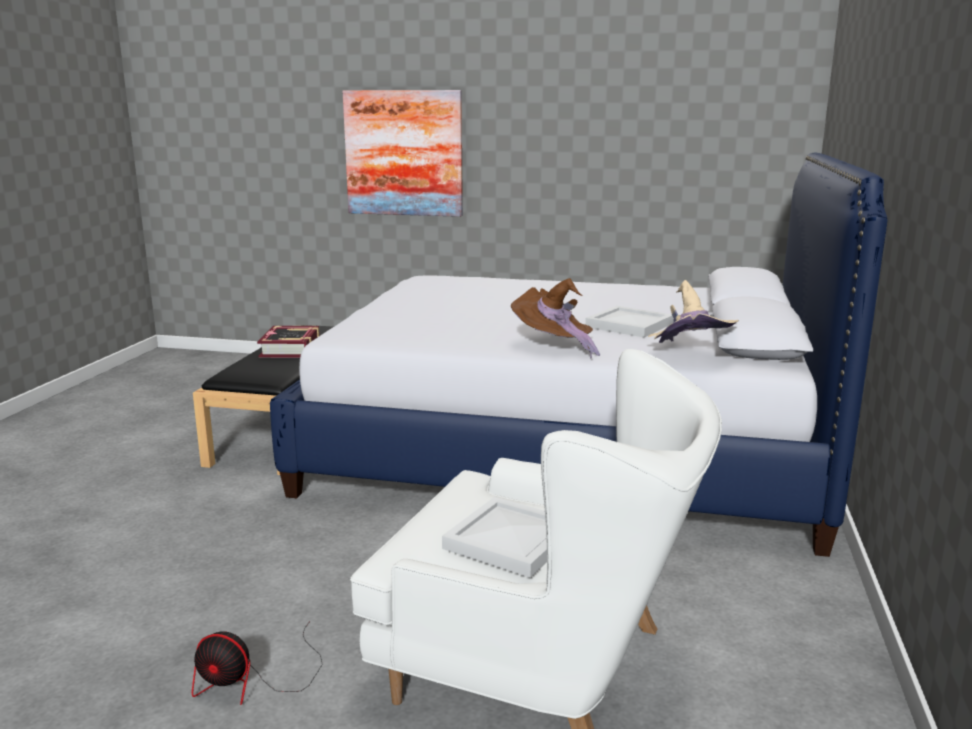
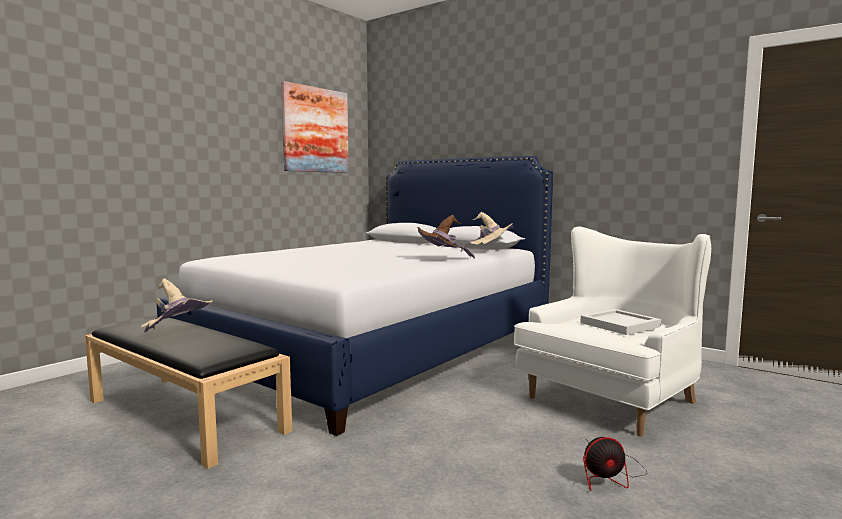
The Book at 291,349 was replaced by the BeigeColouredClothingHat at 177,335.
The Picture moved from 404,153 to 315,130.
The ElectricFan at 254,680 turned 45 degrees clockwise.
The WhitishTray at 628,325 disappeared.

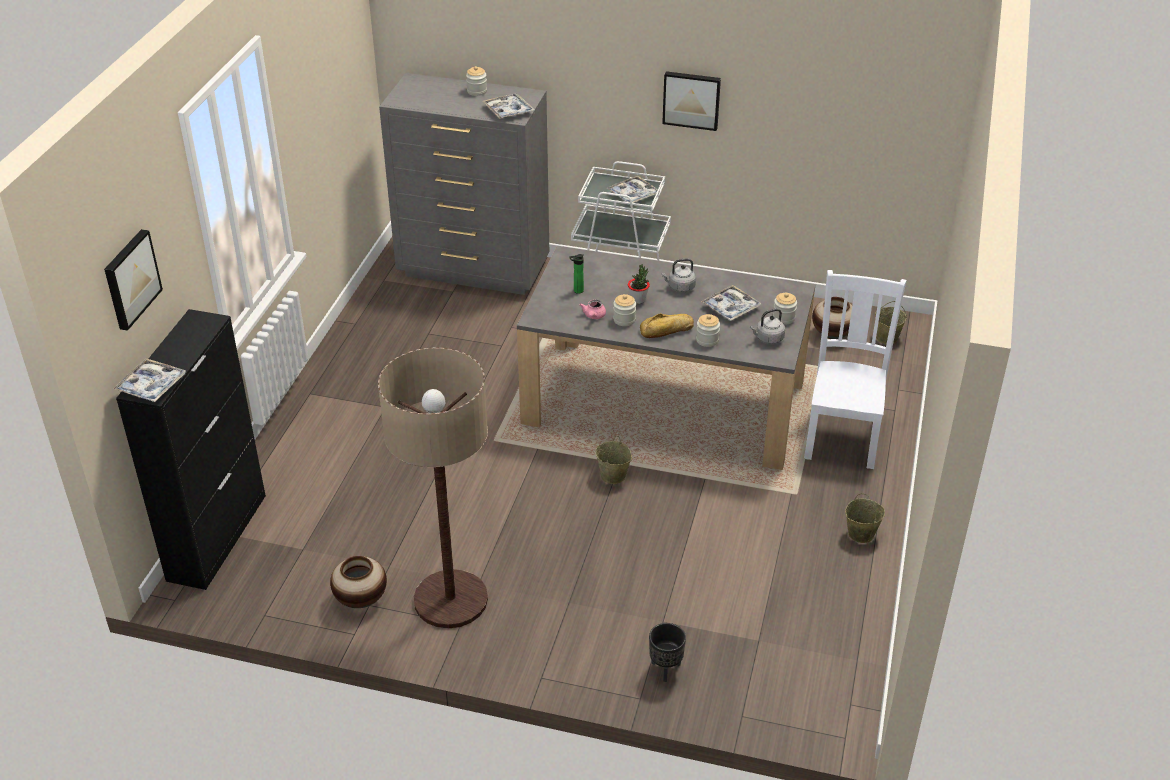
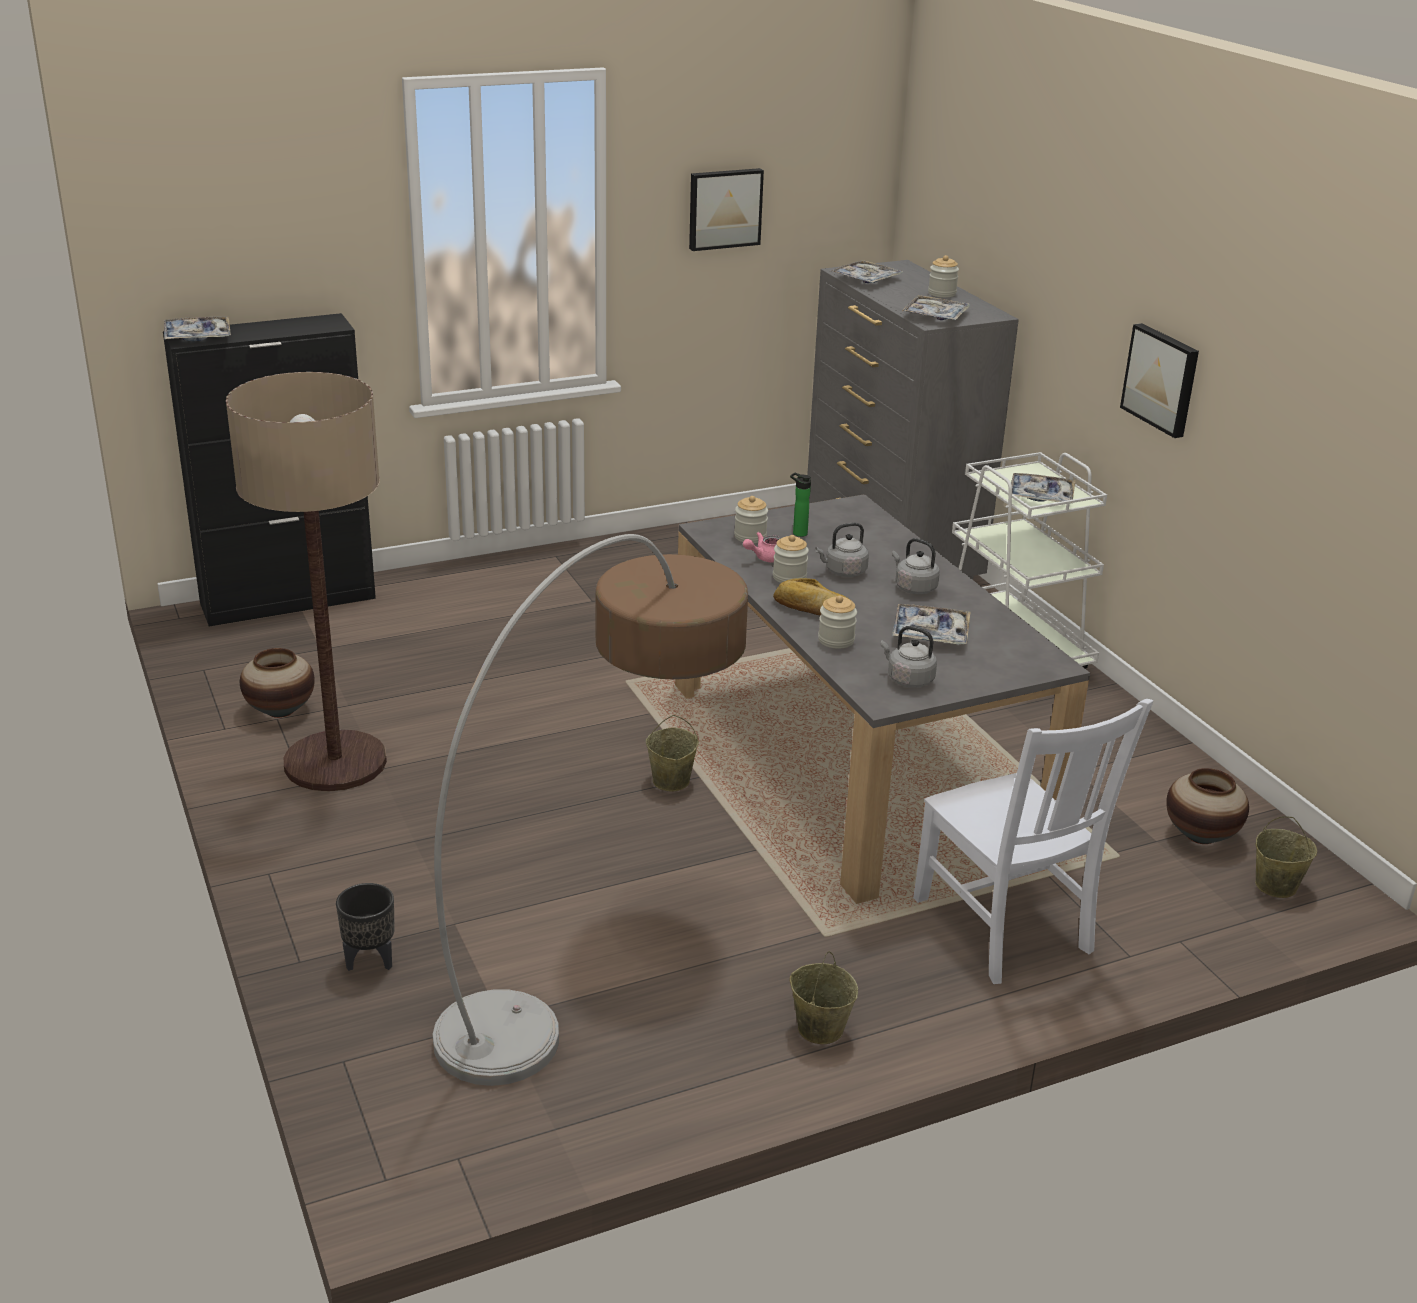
The StandardLamp at 600,950 appeared.
The Picture moved from 130,279 to 724,208.
The StorageJar moved from 783,318 to 750,537.
The PottedPlant at 638,300 was replaced by the GreyishKettle at 843,572.
The Tray at 866,279 appeared.
The WhitishUprightChair at 843,434 turned 90 degrees clockwise.

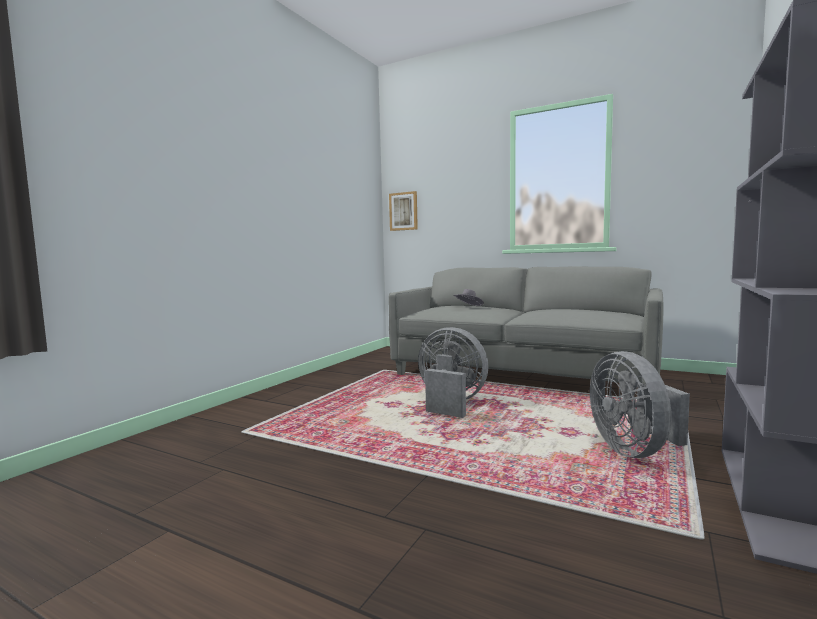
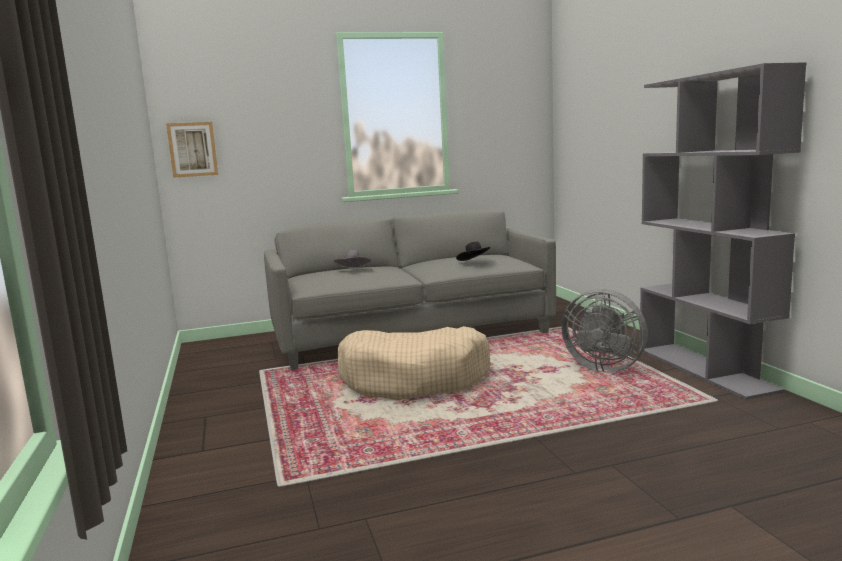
The GreyishElectricFan at 450,403 was replaced by the BeigeColouredDogCushion at 415,379.
The BlackishClothingHat at 474,262 appeared.

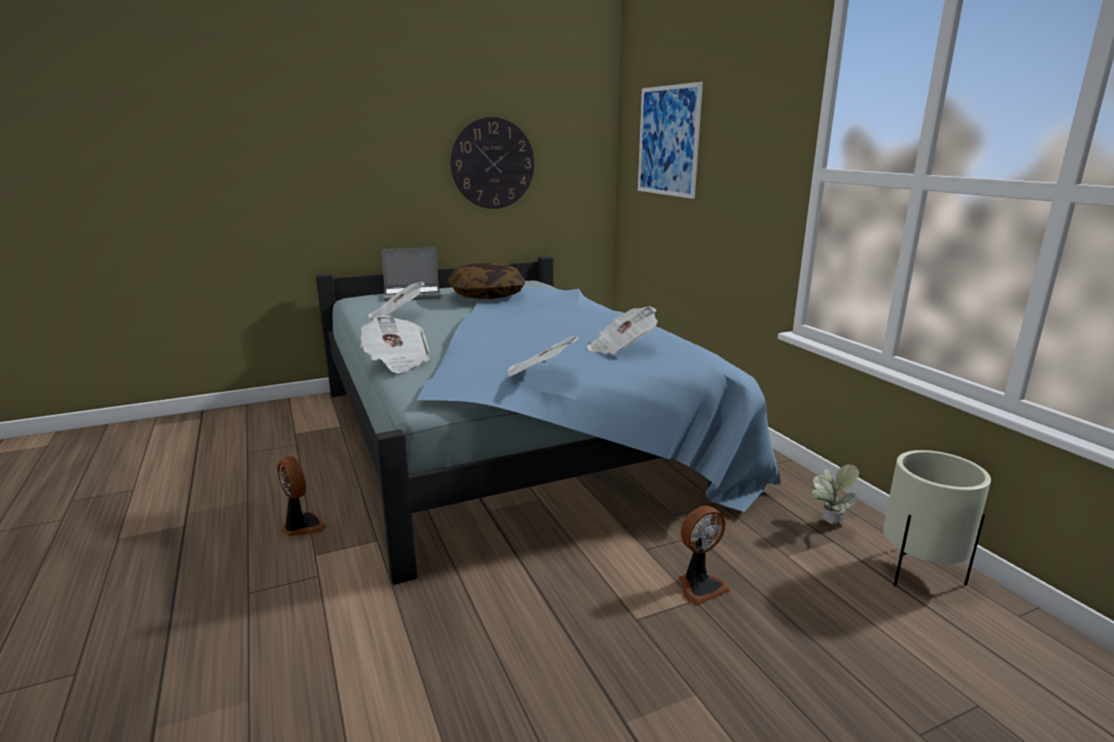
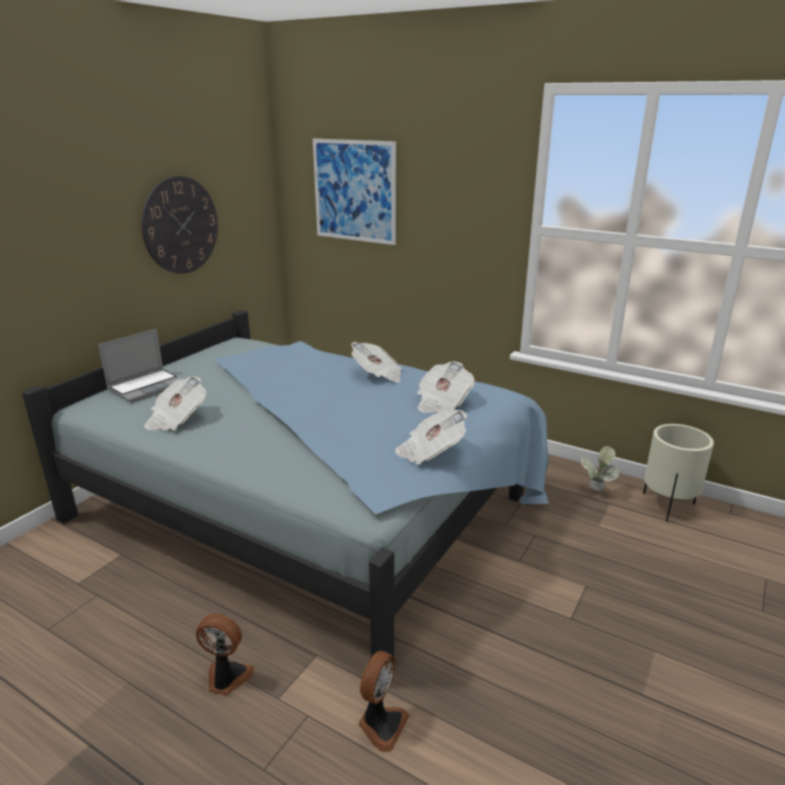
The Newspaper moved from 397,361 to 377,375.
The ElectricFan moved from 699,586 to 381,724.
The Pillow at 486,295 disappeared.

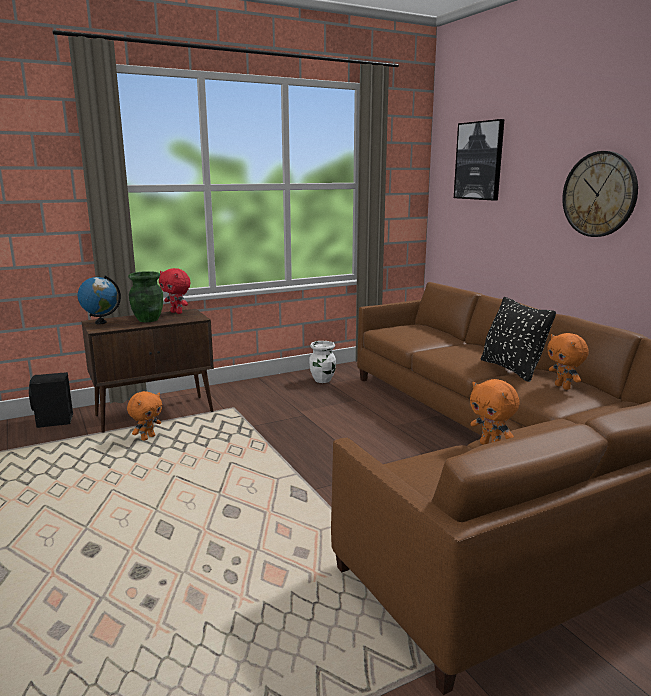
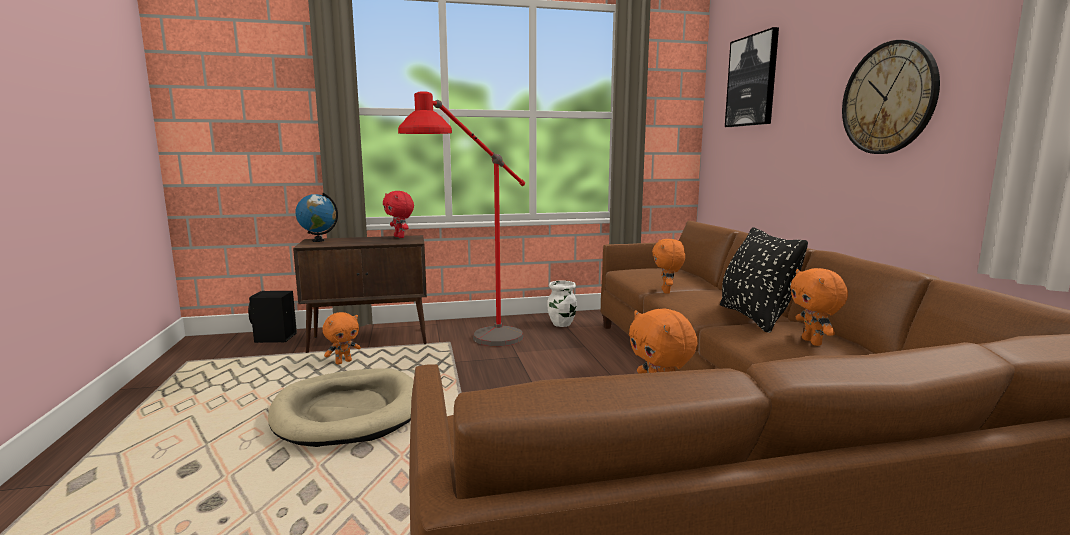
The BeigeColouredDogCushion at 348,412 appeared.
The ReddishStandardLamp at 474,347 appeared.
The OrangeColouredSoftToy at 667,292 appeared.
The GreenishVase at 147,320 disappeared.

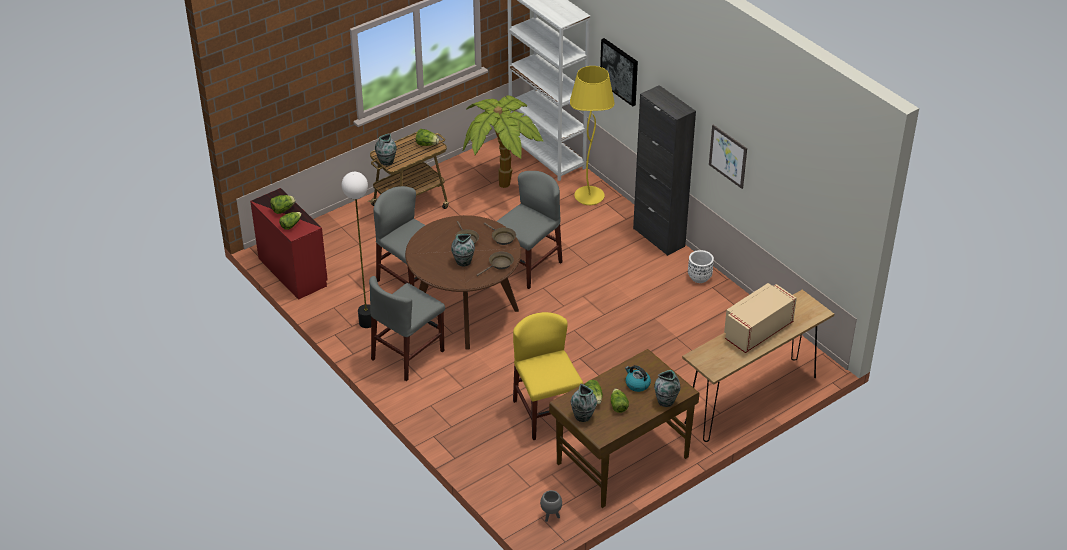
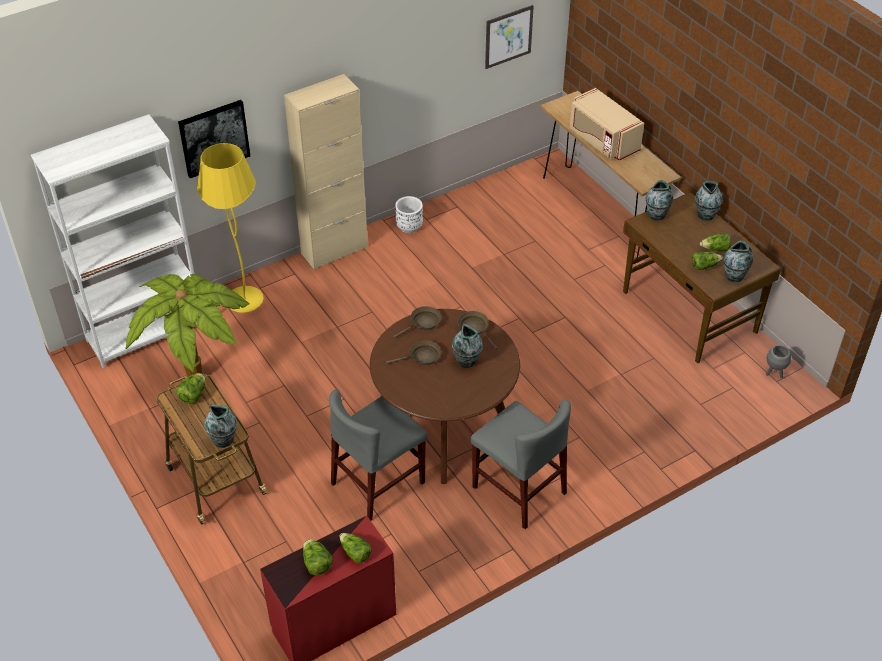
The BlackishCabinet at 659,237 became the BeigeColouredCabinet at 334,250.
The Picture moved from 728,156 to 508,36.
The Vase at 657,215 appeared.
The StandardLamp at 366,322 disappeared.
The GreyishUprightChair at 528,266 disappeared.
The YellowishUprightChair at 546,414 disappeared.
The Kettle at 637,384 disappeared.

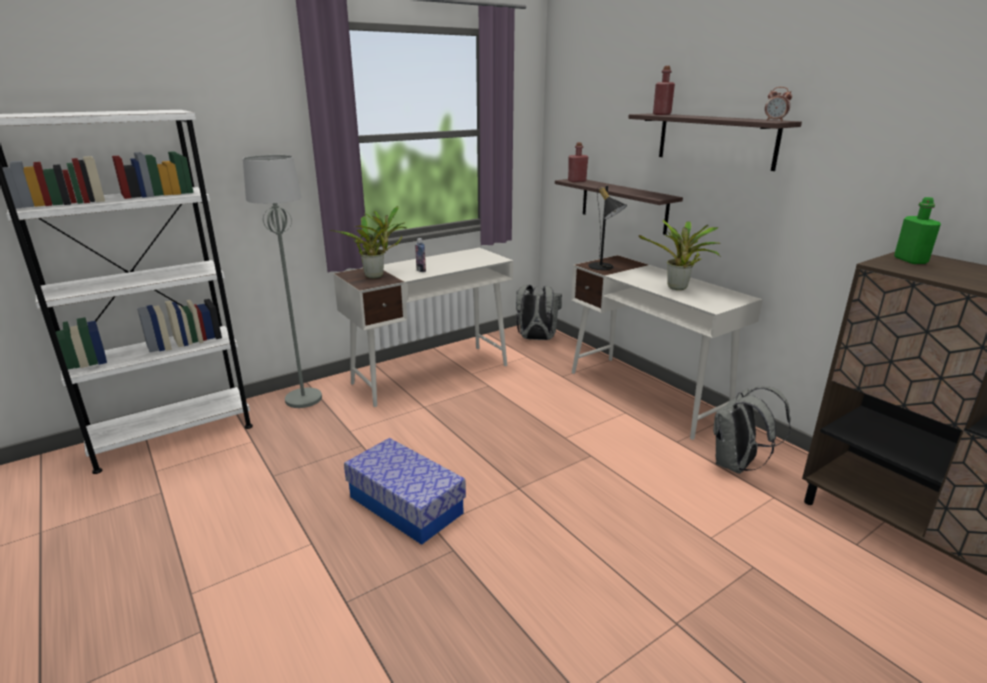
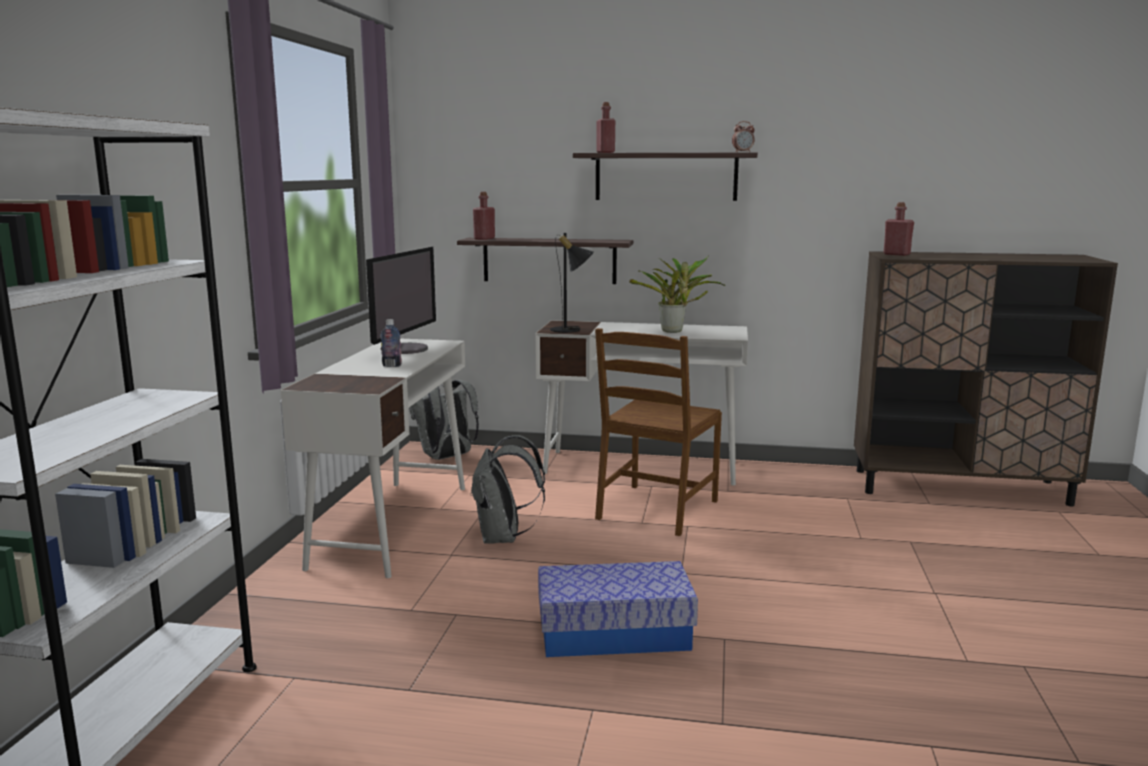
The ComputerDisplay at 404,349 appeared.
The GreyishRucksack moved from 737,465 to 503,538.
The BrownUprightChair at 656,510 appeared.
The GreenishBottle at 910,260 became the ReddishBottle at 896,254.
The GreyishStandardLamp at 303,399 disappeared.
The PottedPlant at 377,276 disappeared.

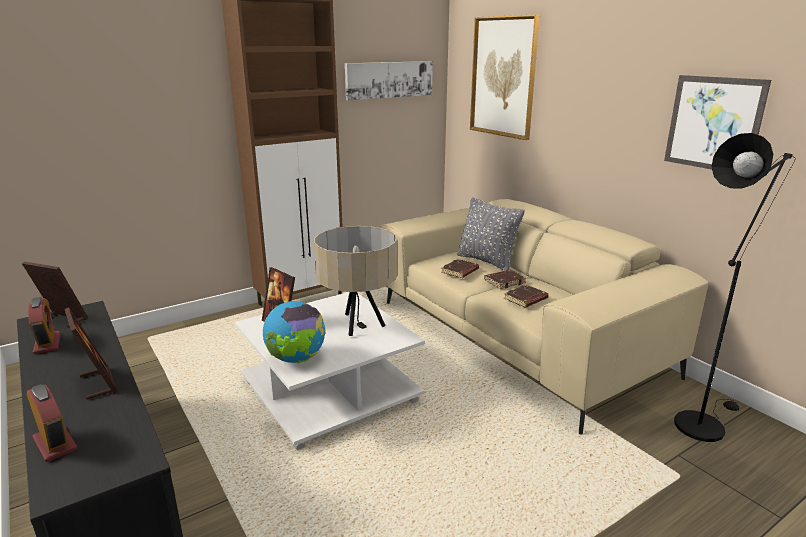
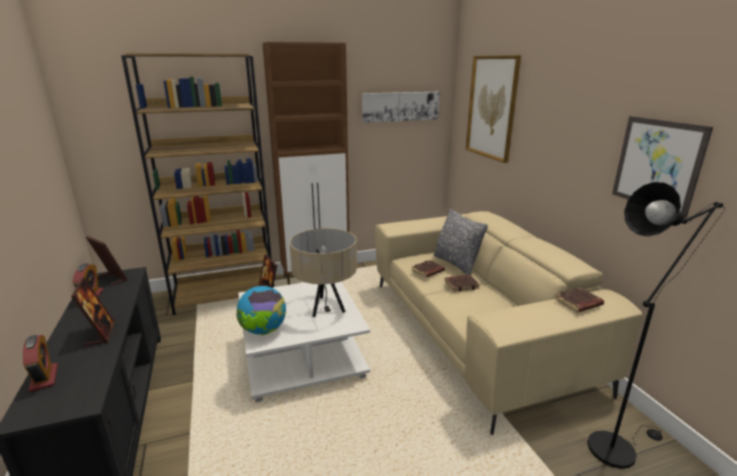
The BrownBookshelf at 225,294 appeared.
The BrownBook moved from 526,299 to 579,303.

